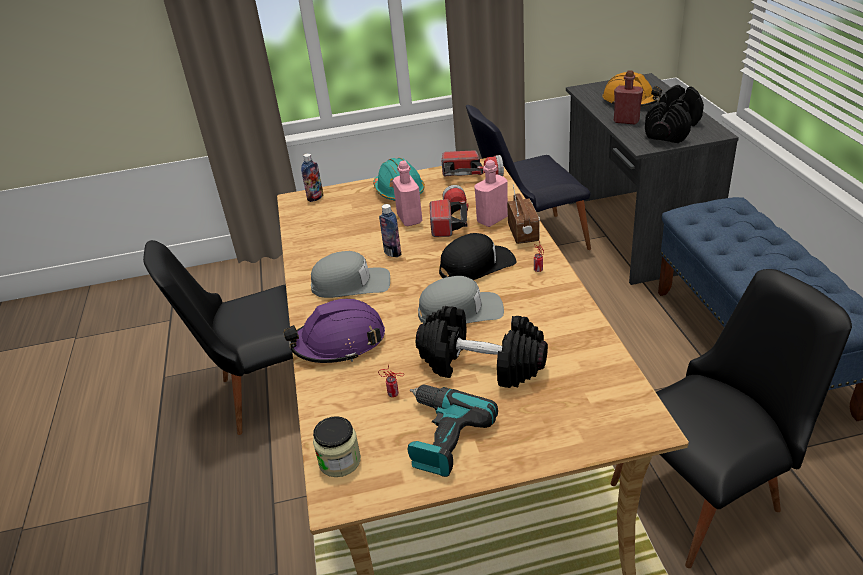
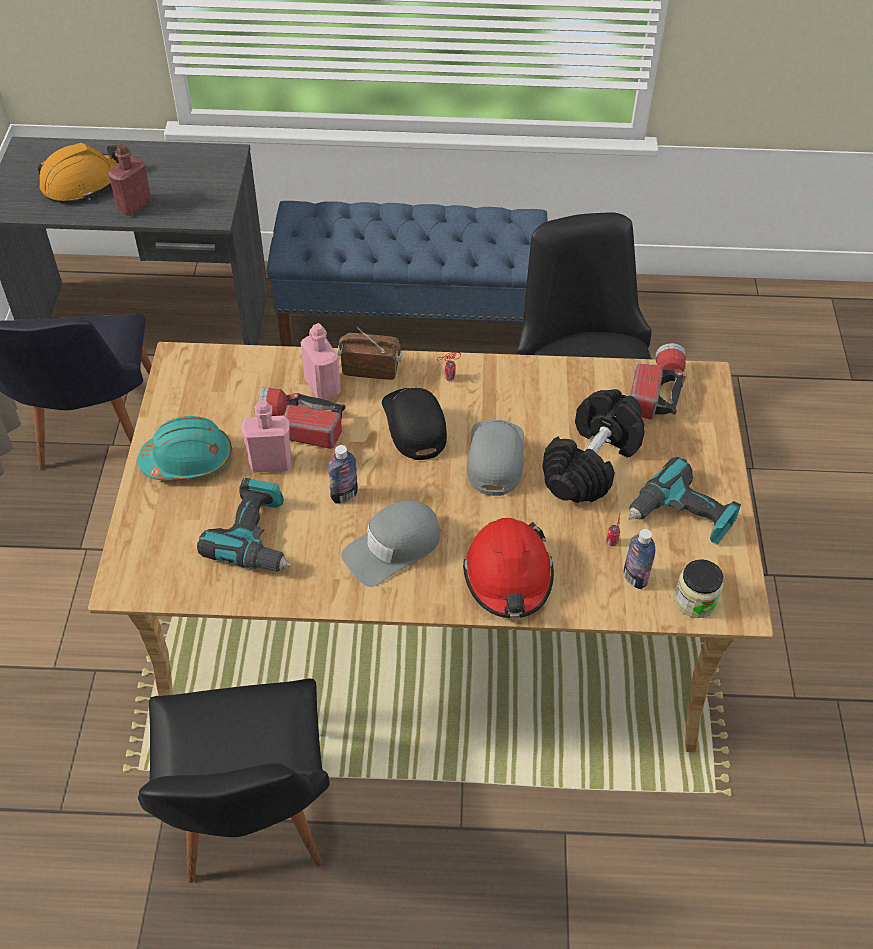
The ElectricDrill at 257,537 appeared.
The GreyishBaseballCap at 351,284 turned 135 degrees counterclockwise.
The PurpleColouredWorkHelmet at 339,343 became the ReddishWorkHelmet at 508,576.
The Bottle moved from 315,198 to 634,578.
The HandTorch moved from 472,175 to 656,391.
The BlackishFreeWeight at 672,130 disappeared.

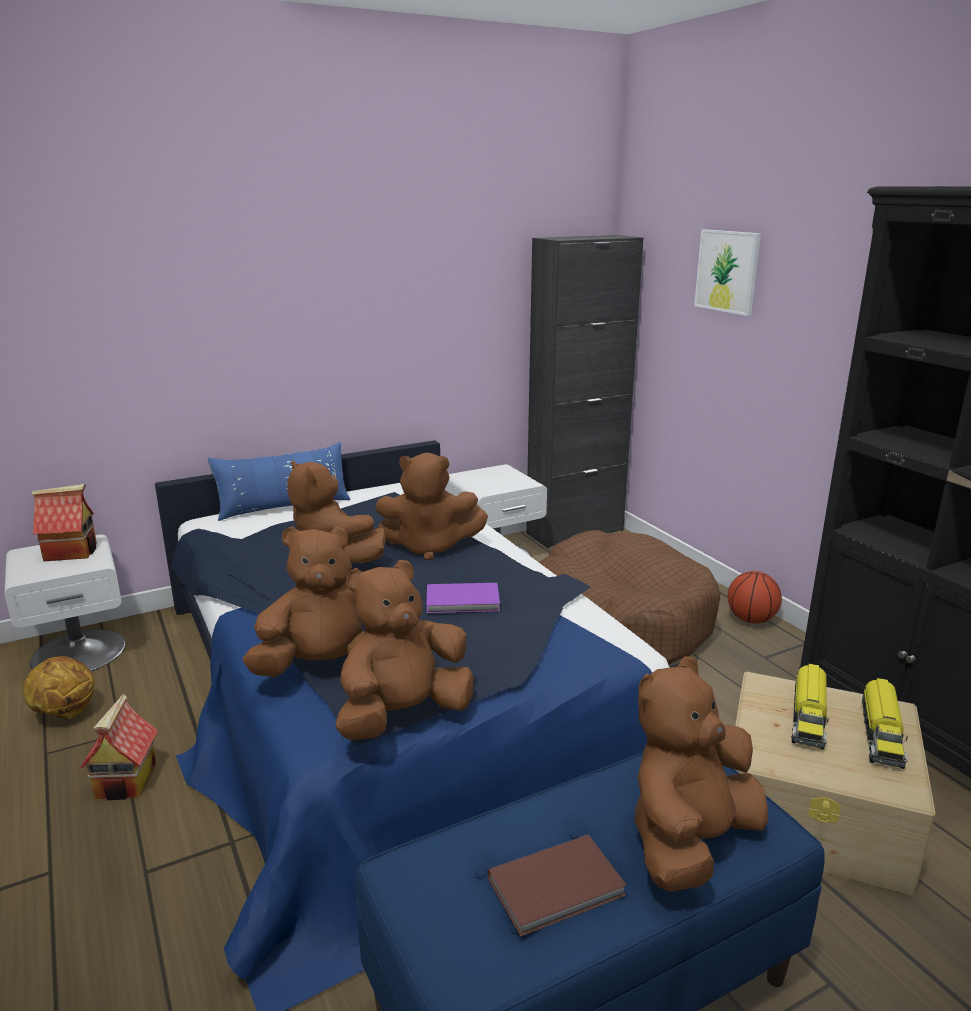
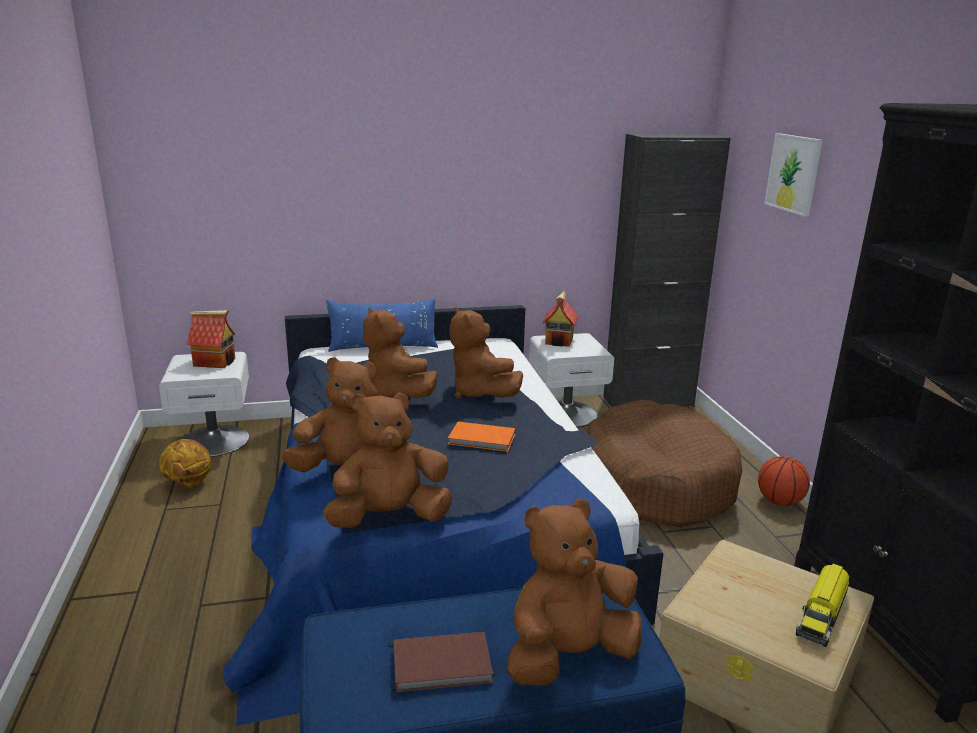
The PurpleColouredBook at 464,601 became the OrangeColouredBook at 482,439.
The BrownSoftToy at 429,547 turned 45 degrees clockwise.
The MiniatureHouse moved from 127,781 to 559,341.
The ToyLorry at 808,717 disappeared.

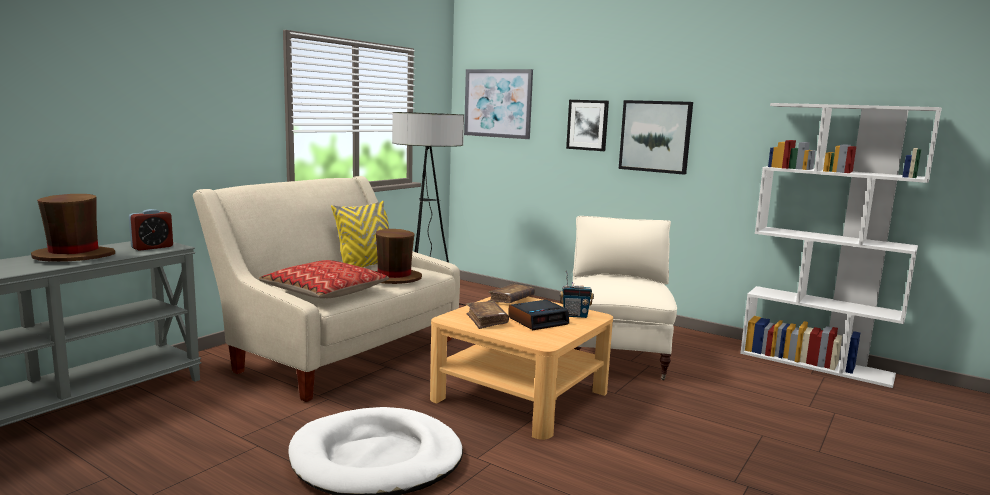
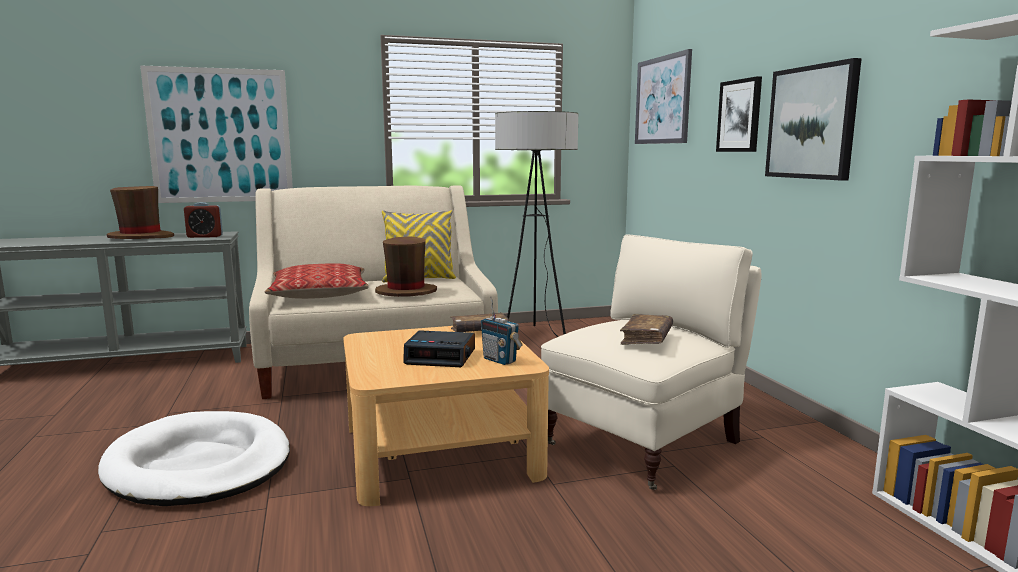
The Picture at 220,136 appeared.
The BrownBook moved from 486,320 to 646,338.

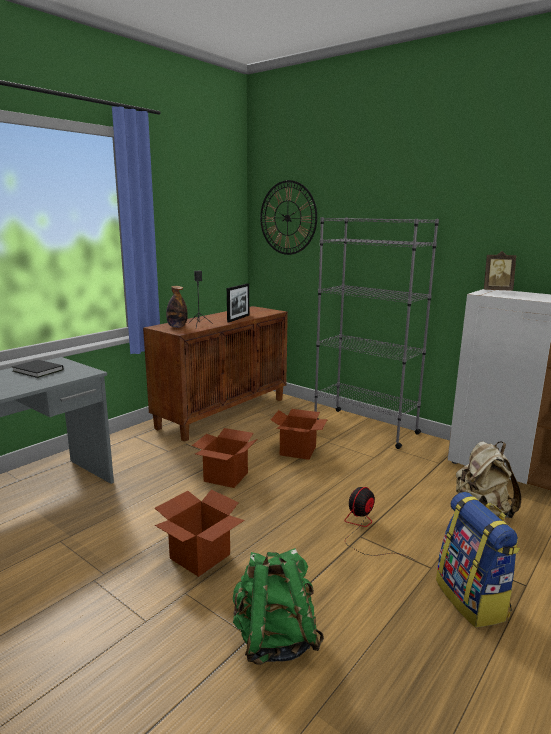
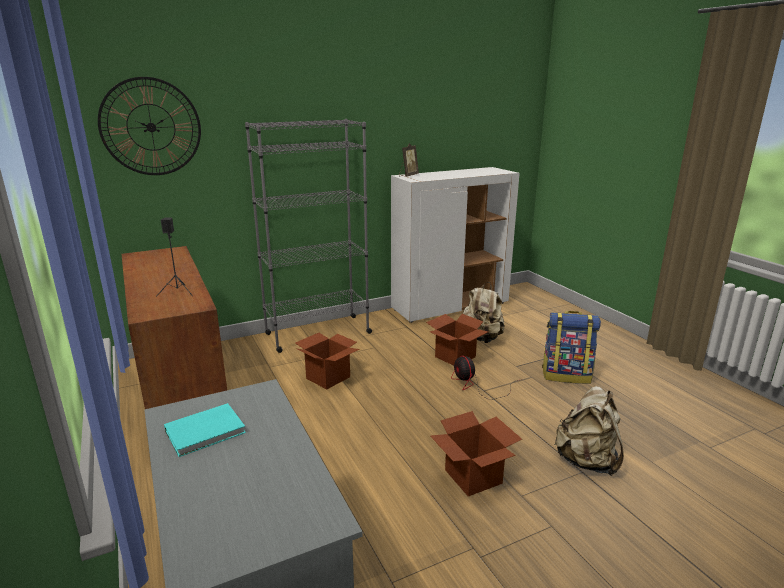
The BlackishBook at 38,371 became the TurquoiseBook at 207,431.
The PackingBox moved from 226,477 to 455,356.
The GreenishRucksack at 274,640 became the BeigeColouredRucksack at 586,461.
The Bottle at 177,327 disappeared.
The PictureFrame at 238,318 disappeared.

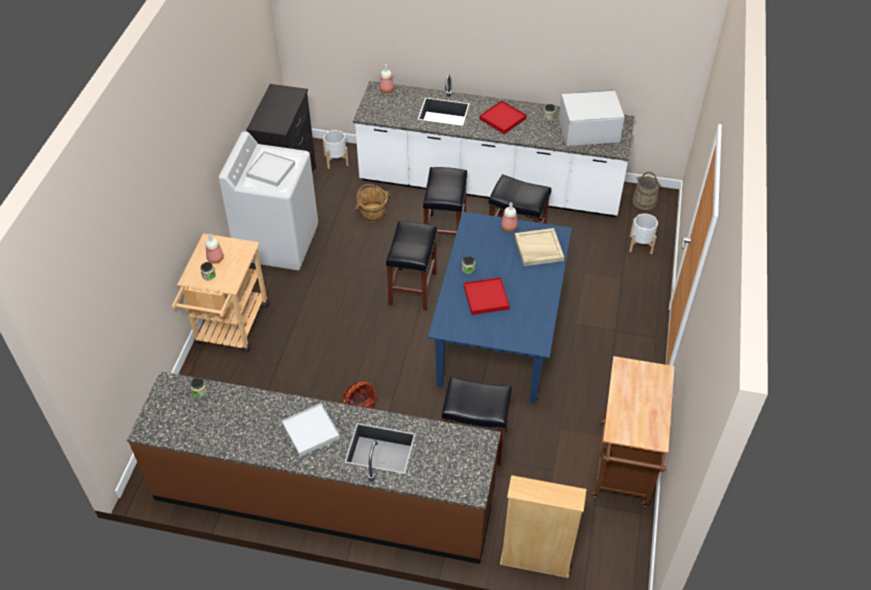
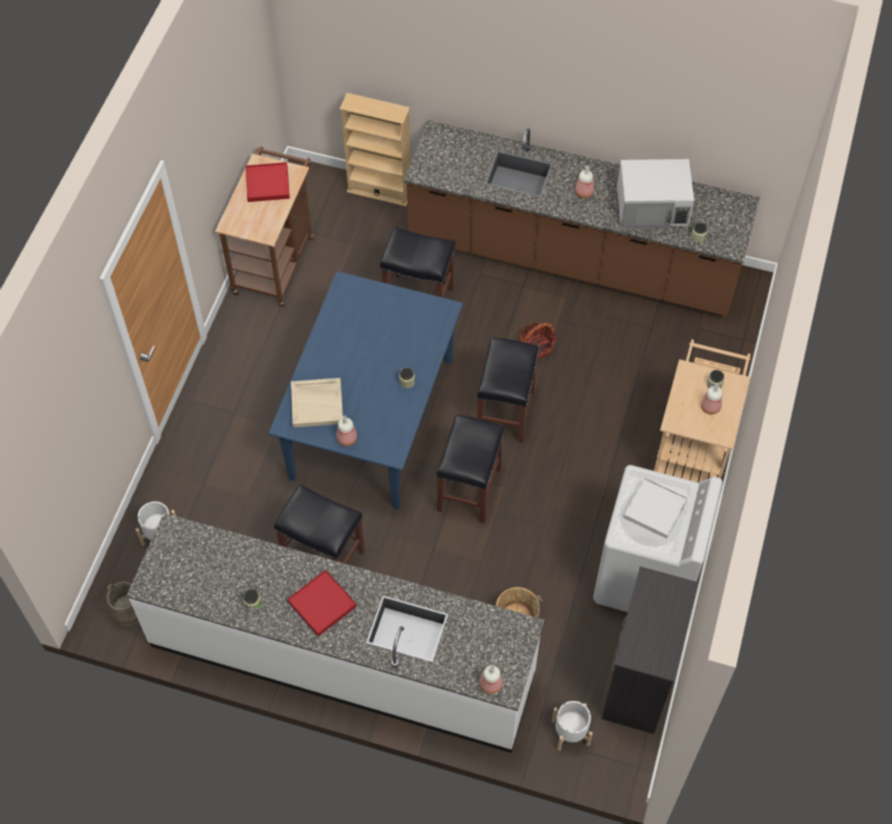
The ReddishTray moved from 486,297 to 267,184.
The BlackishStool moved from 444,232 to 505,413.
The WhitishTray at 310,431 was replaced by the Bottle at 584,192.
The WhitishMicrowaveOven moved from 588,130 to 653,206.

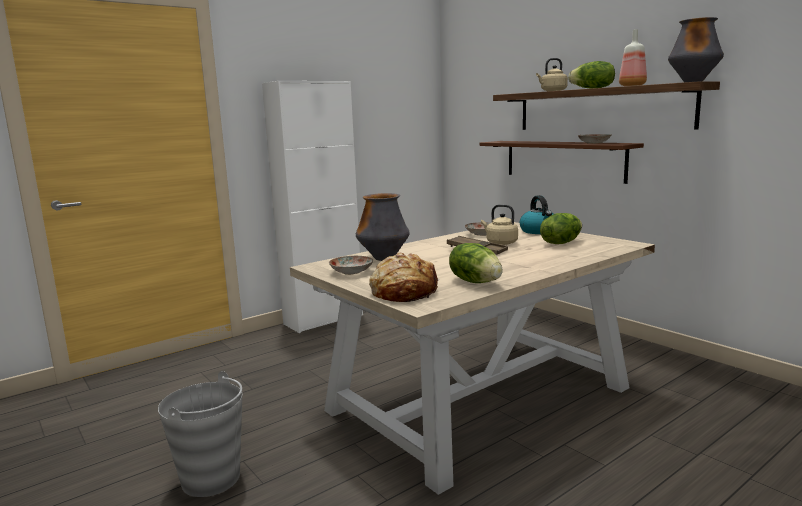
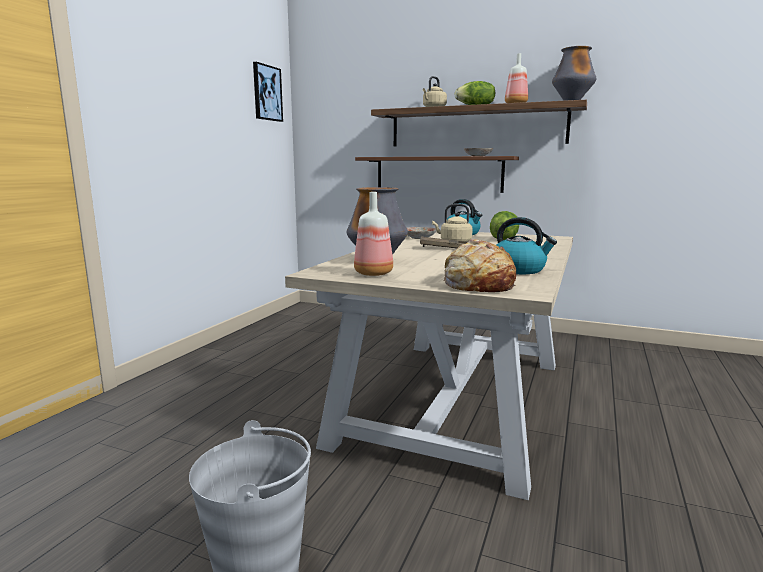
The Picture at 267,93 appeared.
The DinnerPlate at 352,272 was replaced by the Bottle at 374,273.
The LettuceHead at 475,281 was replaced by the Kettle at 518,270.
The WhitishCabinet at 323,319 disappeared.

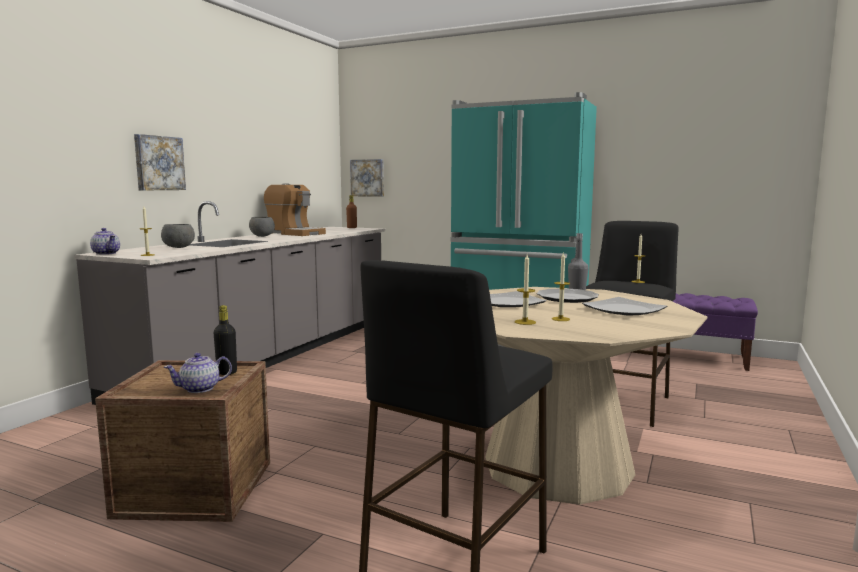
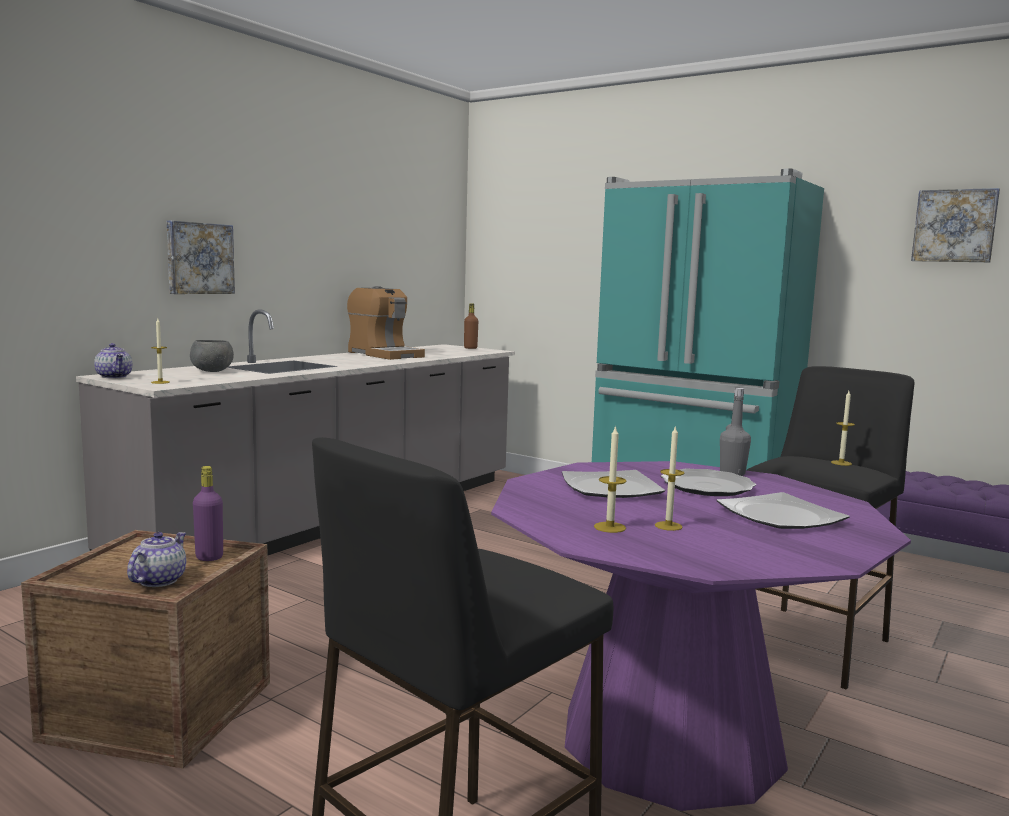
The TeaPot at 199,389 turned 120 degrees clockwise.
The BlackishBottle at 227,372 became the PurpleColouredBottle at 209,557.
The BeigeColouredDiningTable at 558,465 became the PurpleColouredDiningTable at 671,738.
The Picture moved from 368,178 to 954,226.
The GreyishDeepDish at 262,236 disappeared.

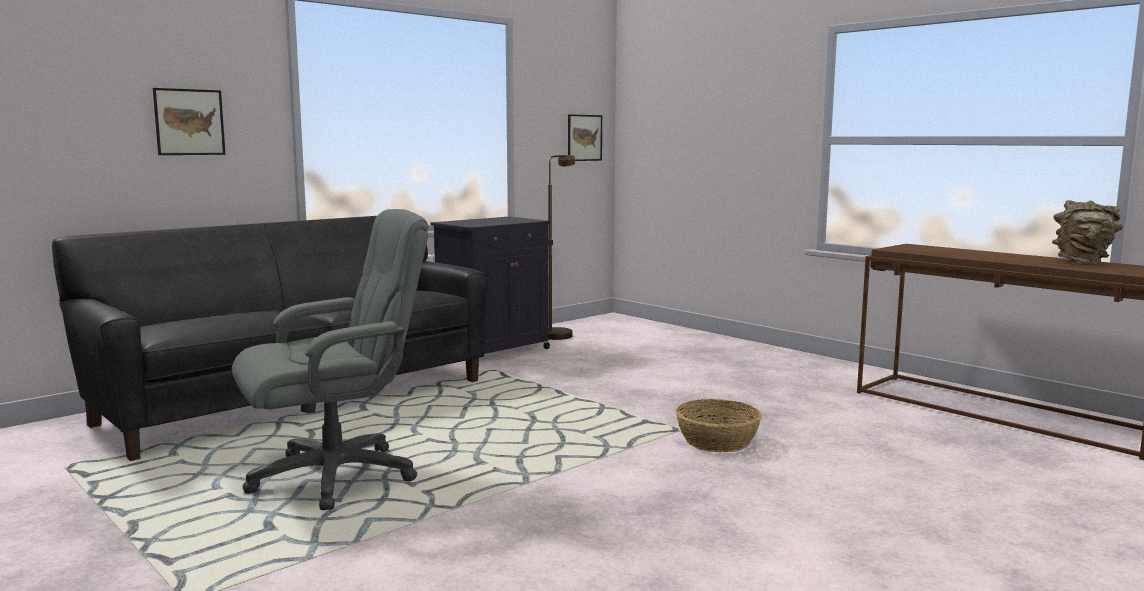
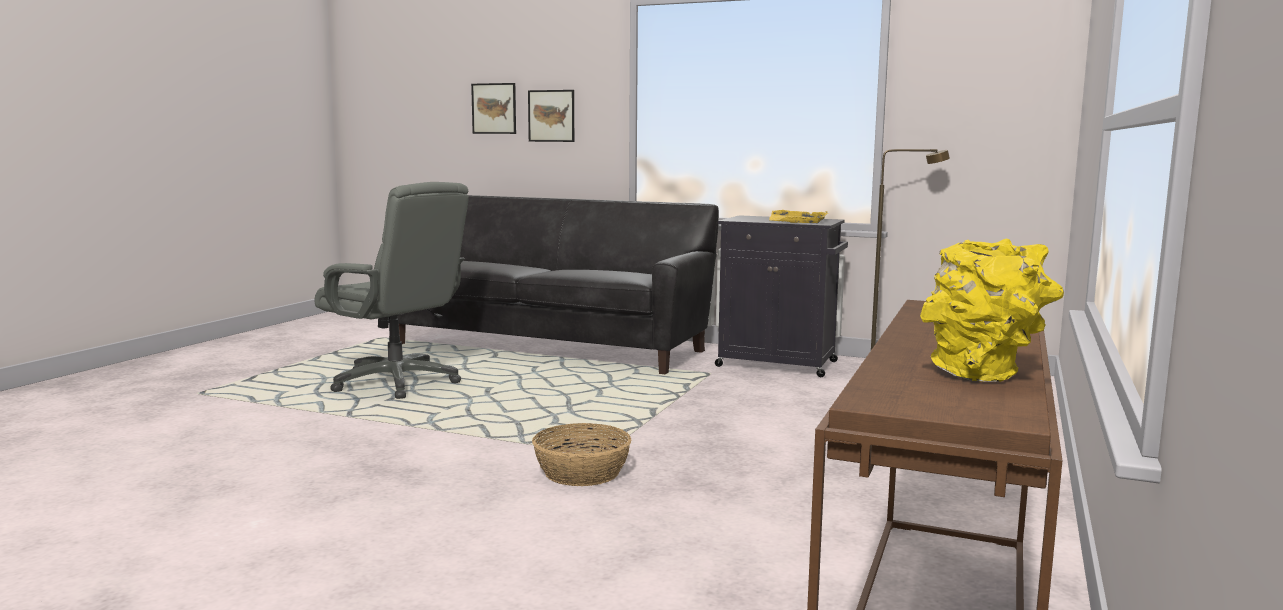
The Picture moved from 584,138 to 494,108.
The YellowishTray at 797,220 appeared.
The BrownVase at 1083,262 became the YellowishVase at 984,375.

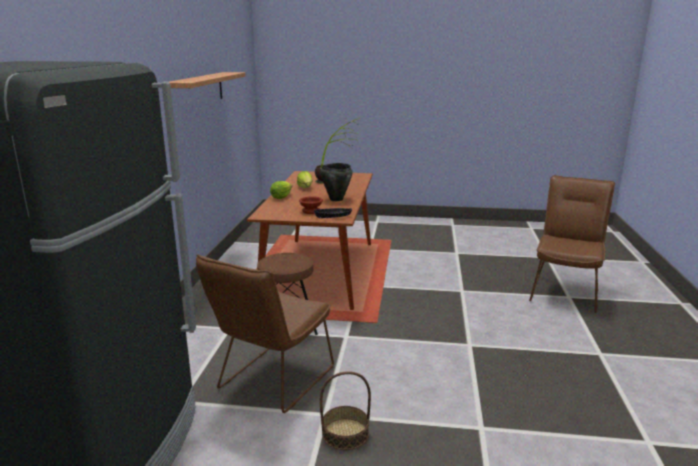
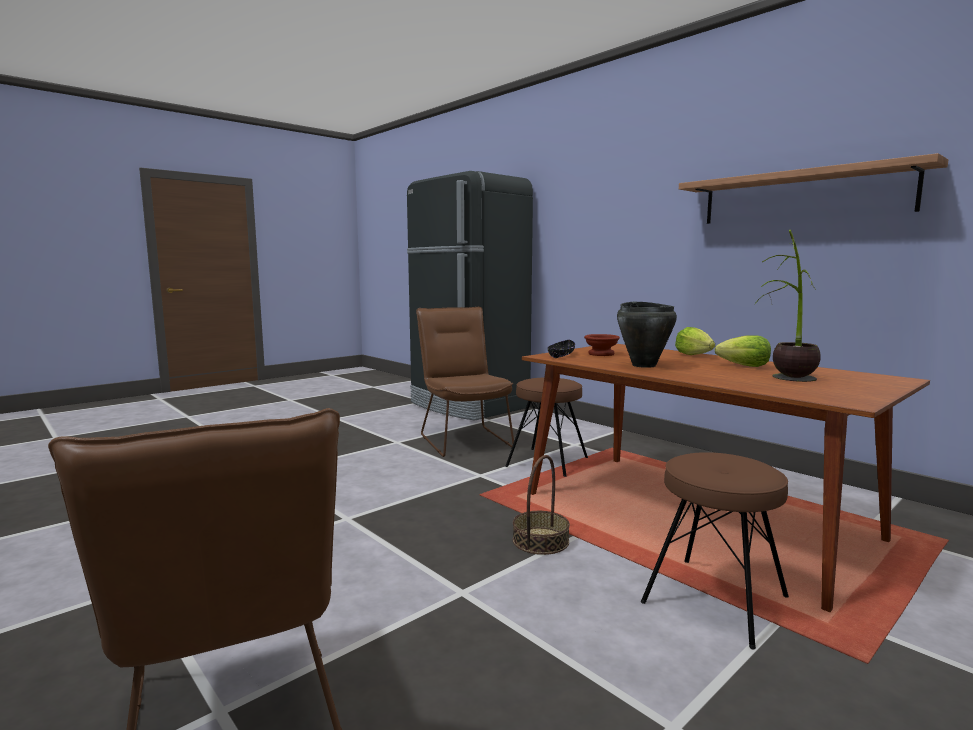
The Basket moved from 345,433 to 540,541.
The BrownStool at 715,600 appeared.

